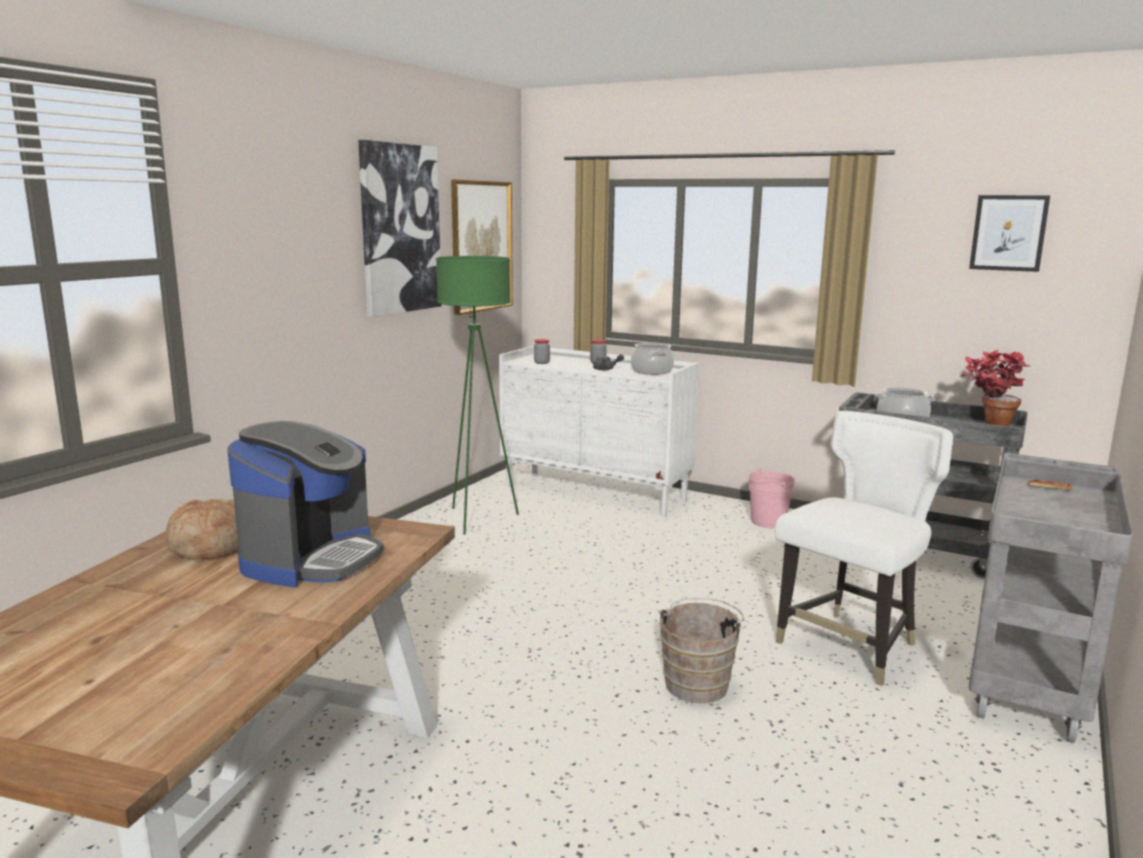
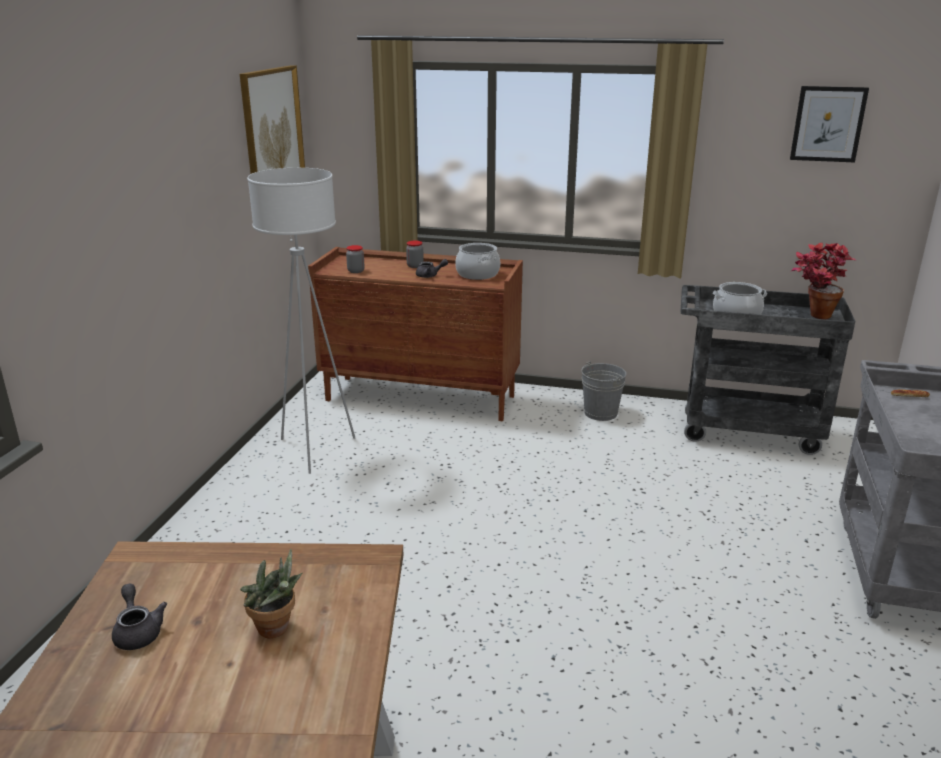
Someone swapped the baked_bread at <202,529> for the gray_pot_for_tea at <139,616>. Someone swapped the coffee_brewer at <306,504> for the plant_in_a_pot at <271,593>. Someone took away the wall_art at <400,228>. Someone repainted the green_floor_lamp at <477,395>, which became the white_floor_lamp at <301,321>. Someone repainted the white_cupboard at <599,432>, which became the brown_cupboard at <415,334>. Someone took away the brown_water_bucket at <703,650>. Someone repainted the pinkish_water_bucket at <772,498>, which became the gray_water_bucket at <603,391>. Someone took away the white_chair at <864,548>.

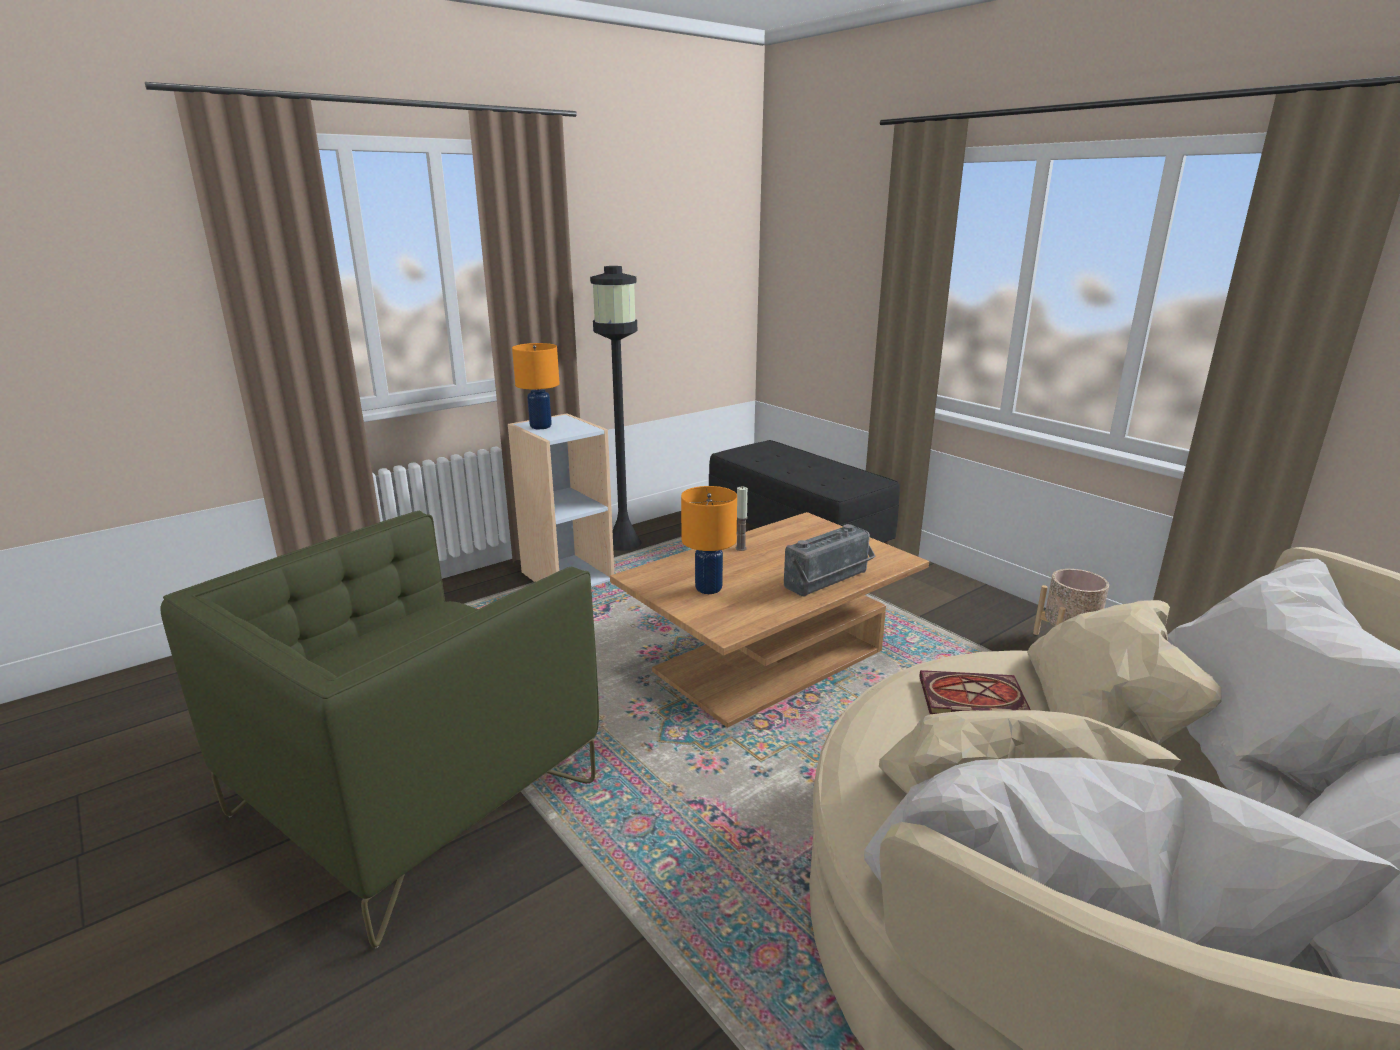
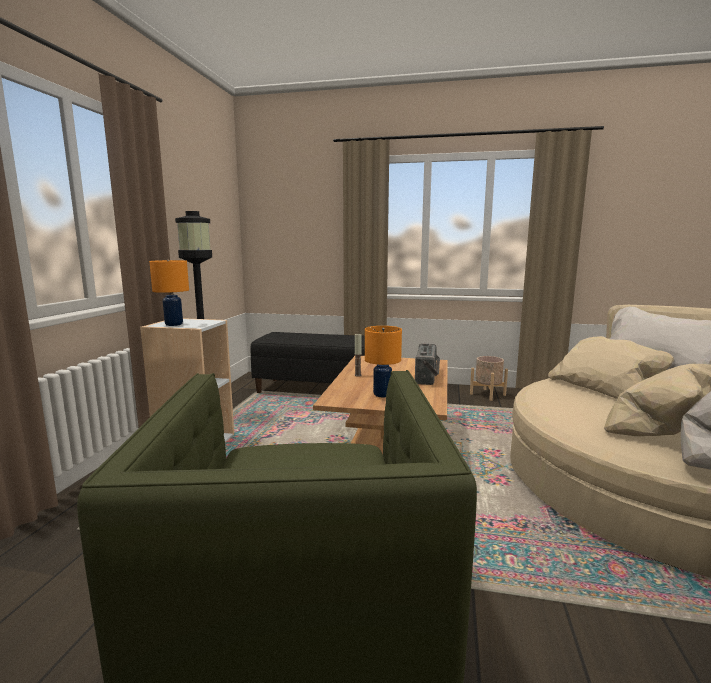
Someone took away the bound_book at <975,692>.

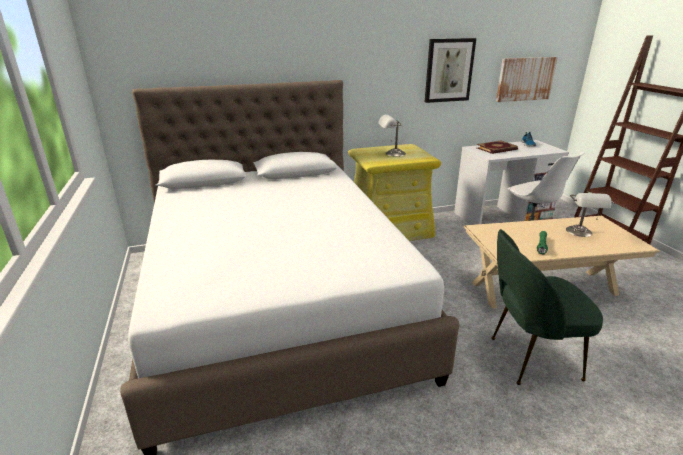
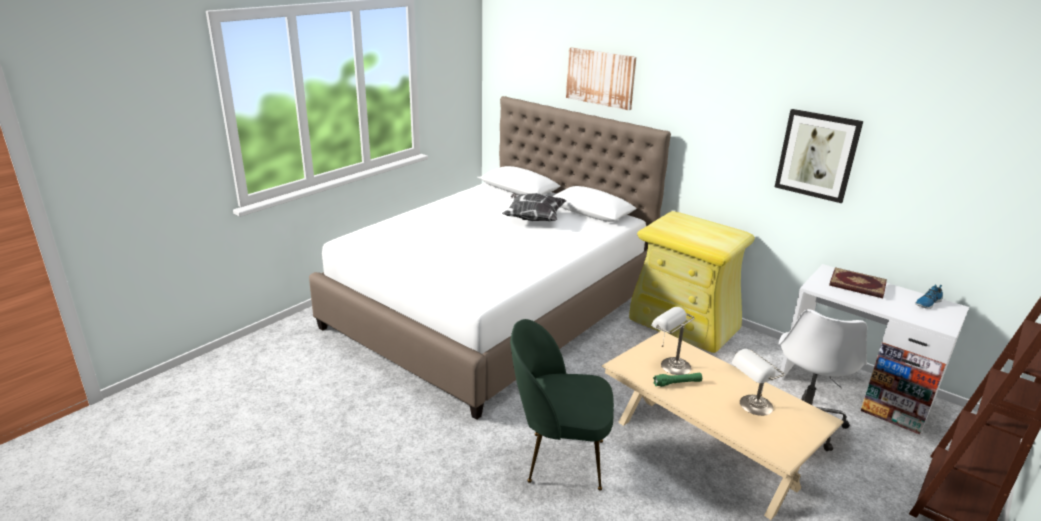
Someone carried the white_tabletop_lamp from <392,135> to <672,341>. Someone rotated the green_chair at <547,307> by 45 degrees counterclockwise. Someone carried the wall_art from <527,79> to <601,78>. Someone put down the cushion at <534,207>.

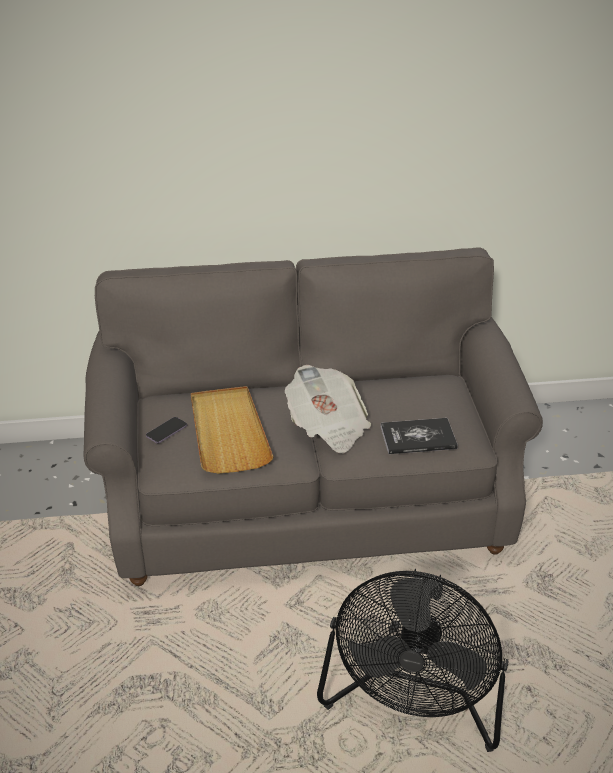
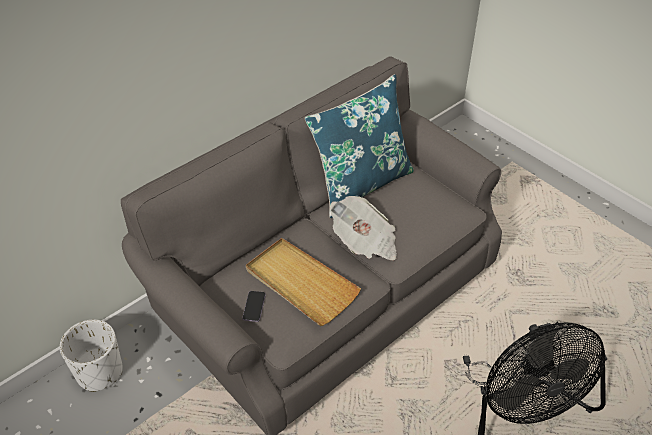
Someone took away the bound_book at <419,436>. Someone put down the white_planter at <91,356>. Someone put down the blue_cushion at <359,146>.

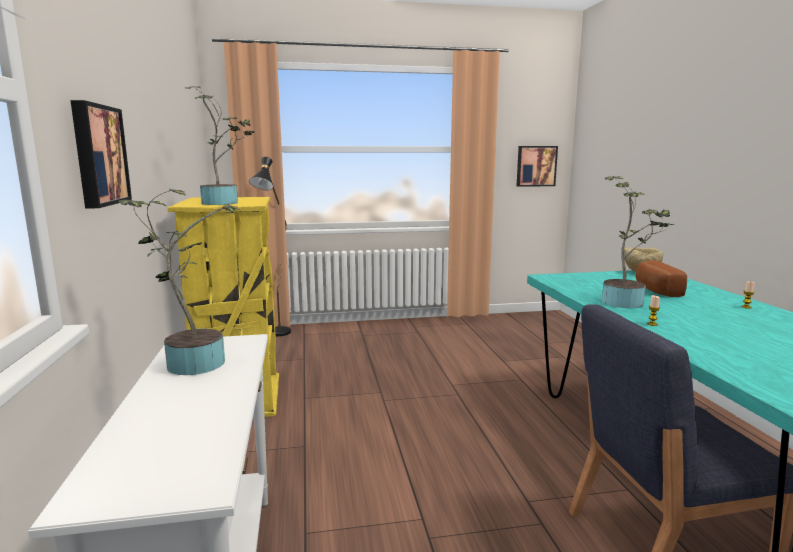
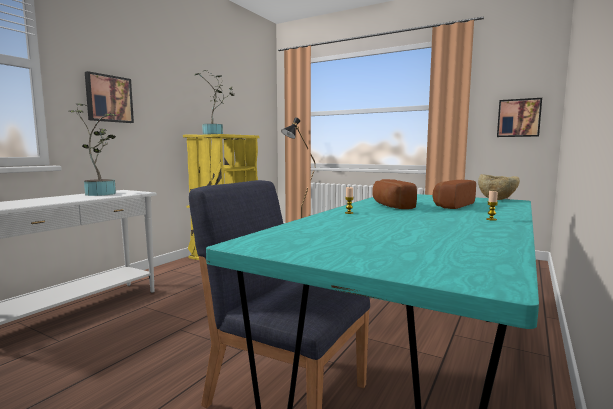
Someone swapped the plant_in_a_pot at <638,242> for the baked_bread at <394,194>.

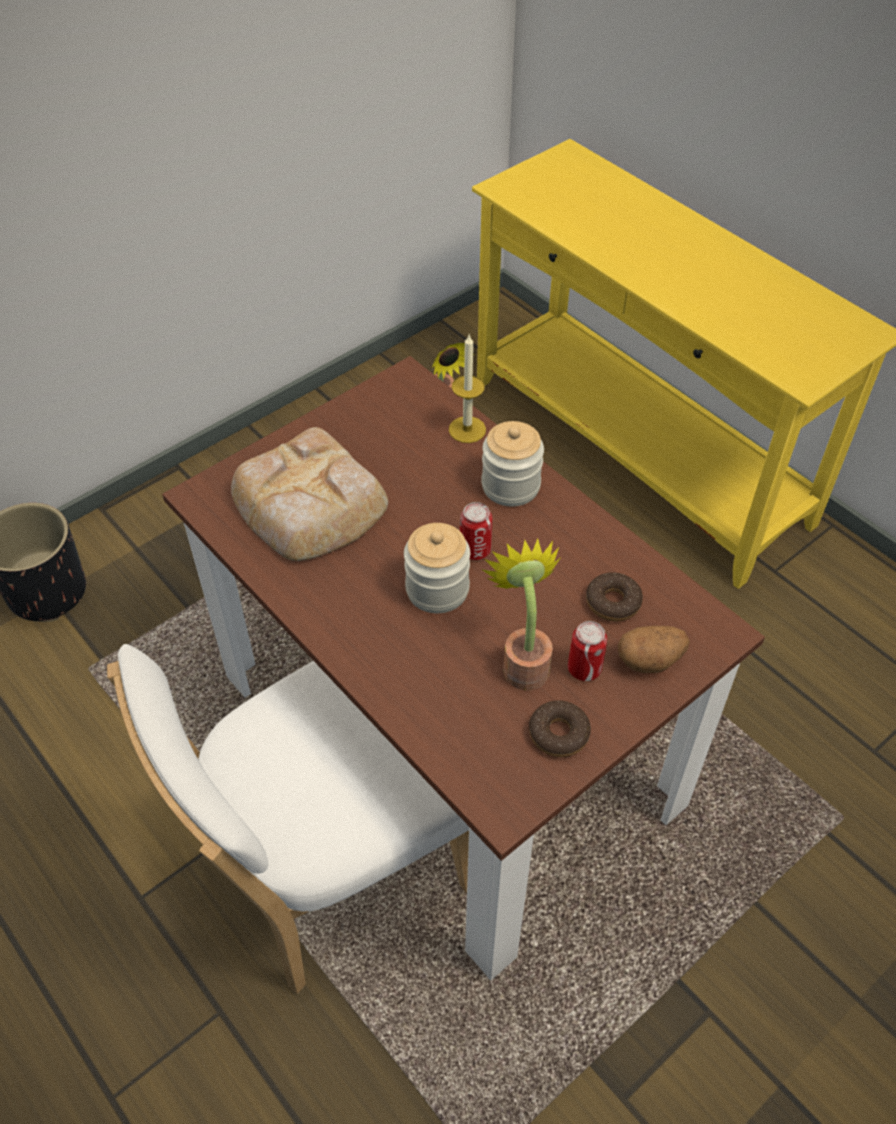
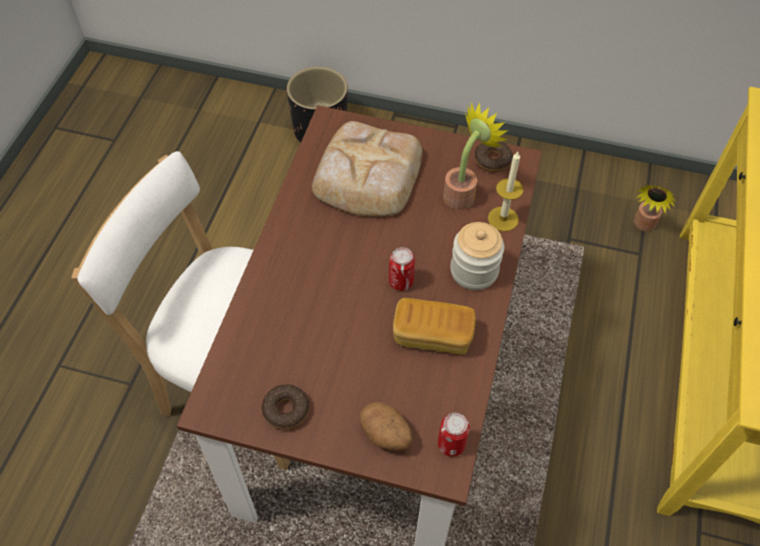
Someone took away the storage_jar at <437,568>. Someone carried the plant_in_a_pot from <521,614> to <475,156>. Someone carried the metal_can from <587,651> to <454,435>. Someone carried the donut from <614,596> to <493,156>. Someone put down the baked_bread at <434,326>.

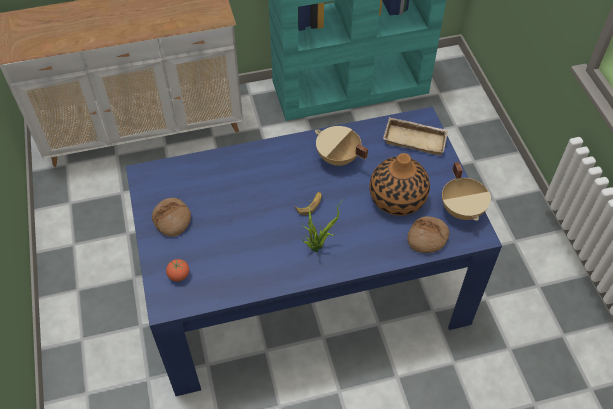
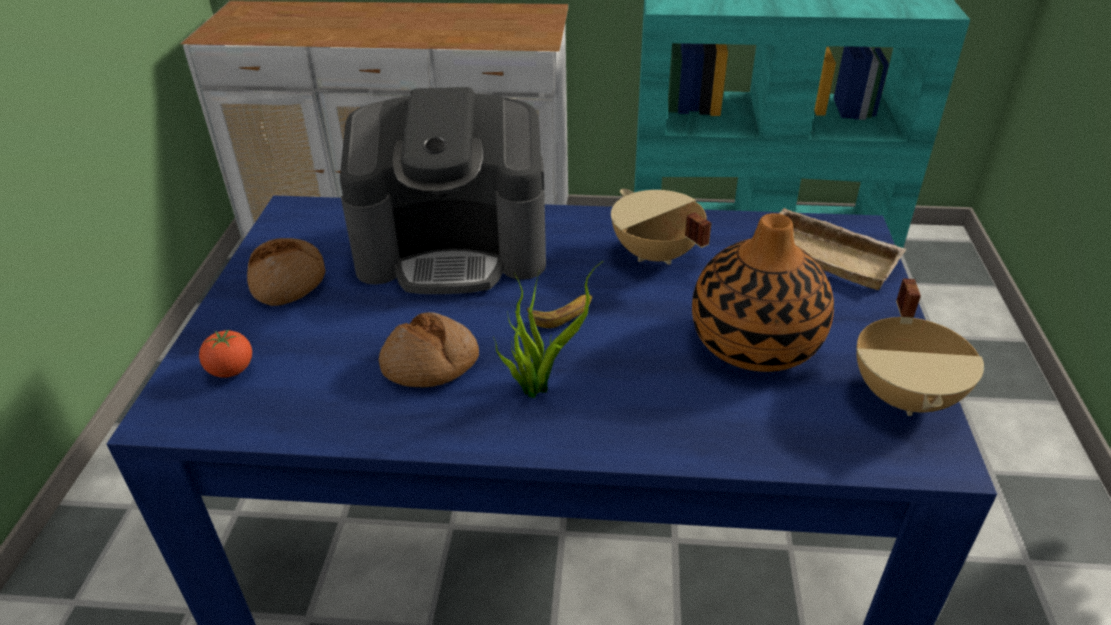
Someone carried the baked_bread from <428,234> to <429,349>. Someone put down the coffee_brewer at <443,190>.

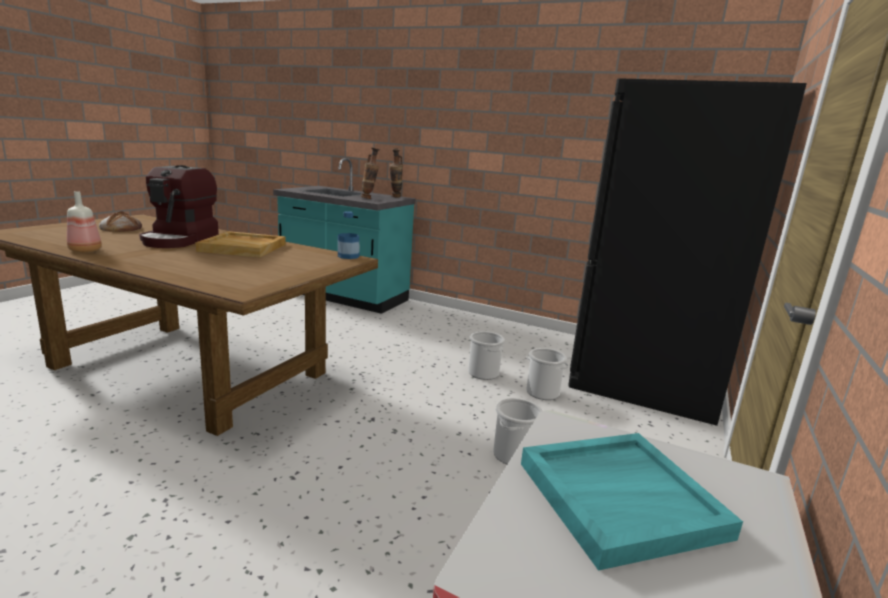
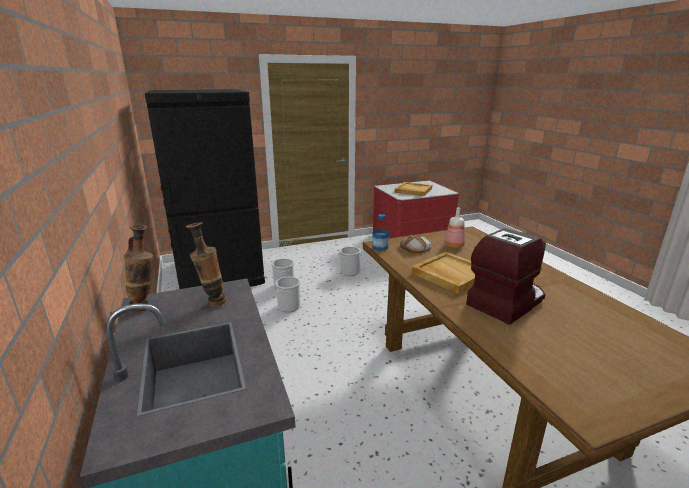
Someone carried the drink_bottle from <84,222> to <454,228>. Someone carried the baked_bread from <120,221> to <415,243>. Someone repainted the blue-green_carrying_tray at <632,502>, which became the sand-coloured_carrying_tray at <413,189>.

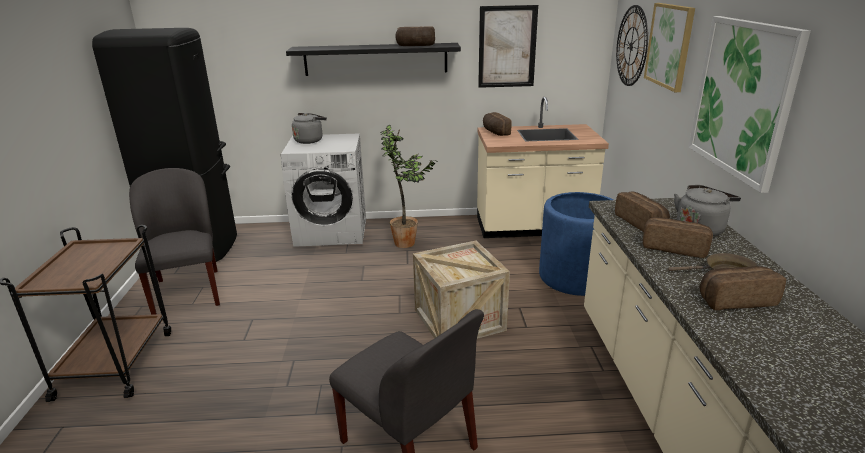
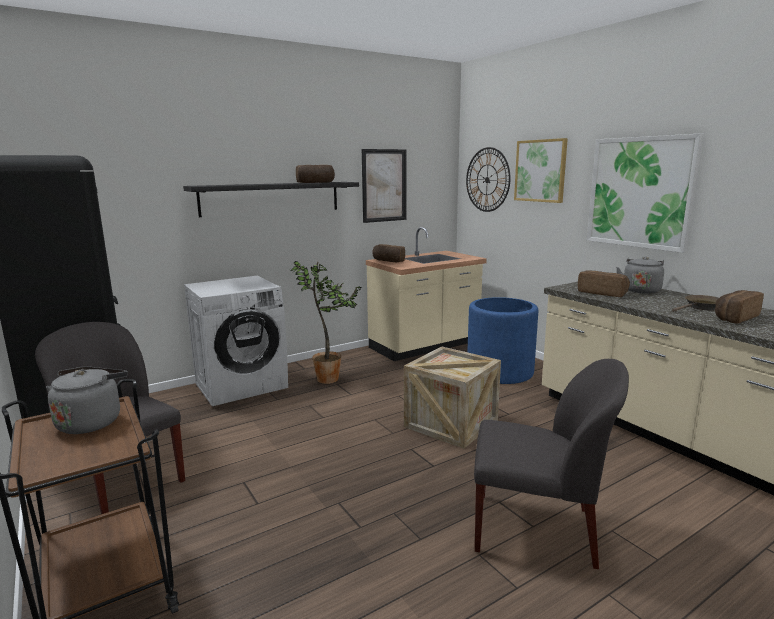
Someone carried the gray_water_kettle from <309,128> to <87,400>. Someone took away the baked_bread at <678,237>.

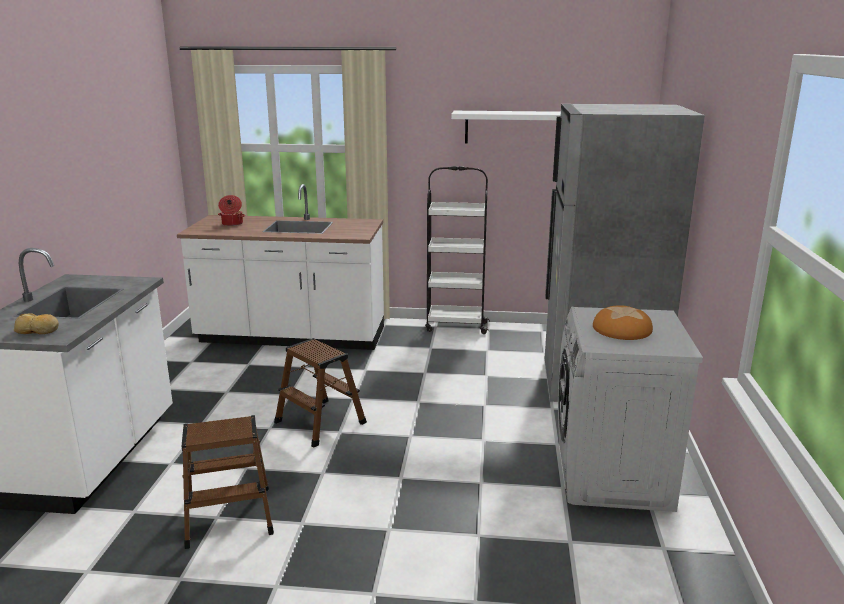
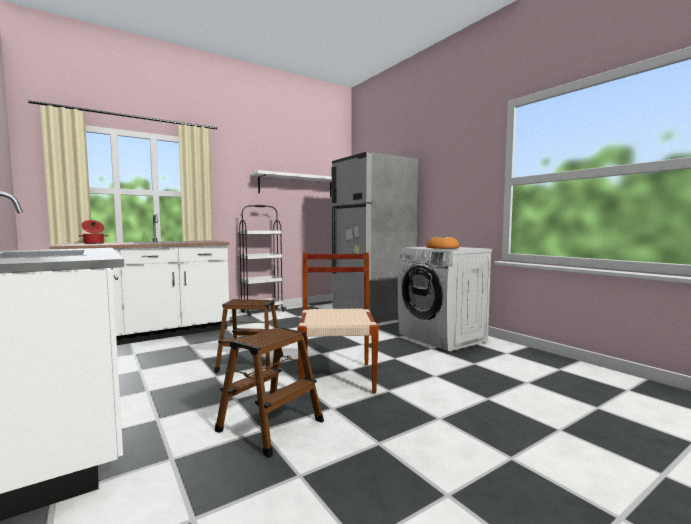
Someone took away the baked_bread at <36,323>. Someone put down the chair at <338,323>.

